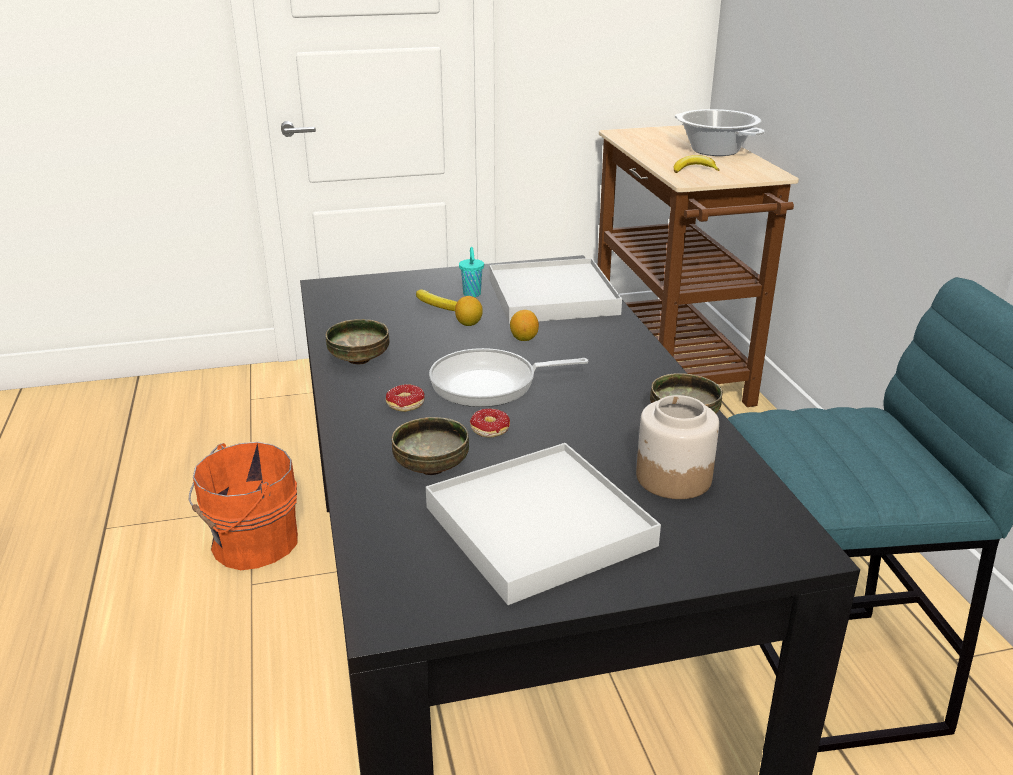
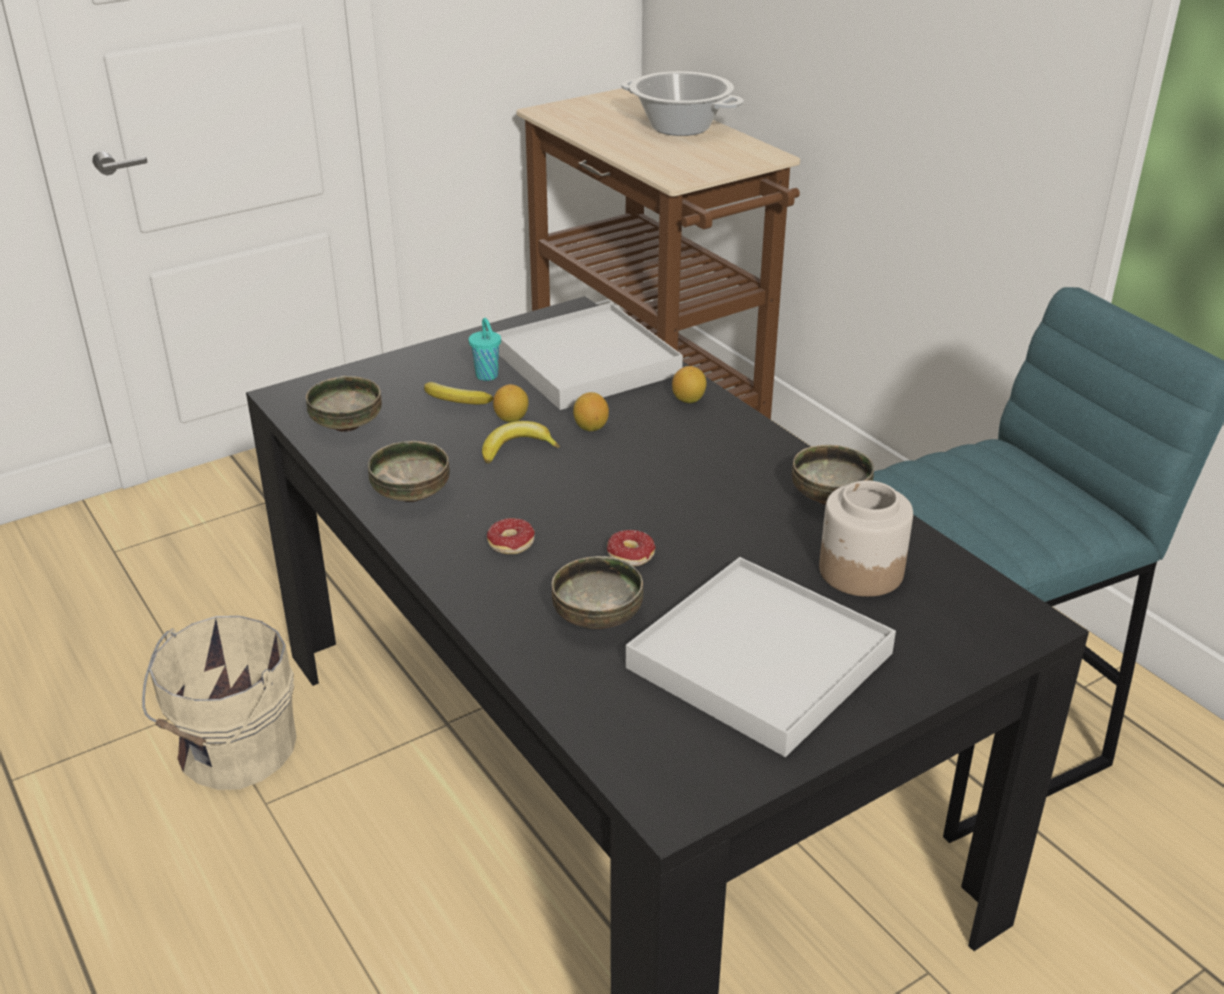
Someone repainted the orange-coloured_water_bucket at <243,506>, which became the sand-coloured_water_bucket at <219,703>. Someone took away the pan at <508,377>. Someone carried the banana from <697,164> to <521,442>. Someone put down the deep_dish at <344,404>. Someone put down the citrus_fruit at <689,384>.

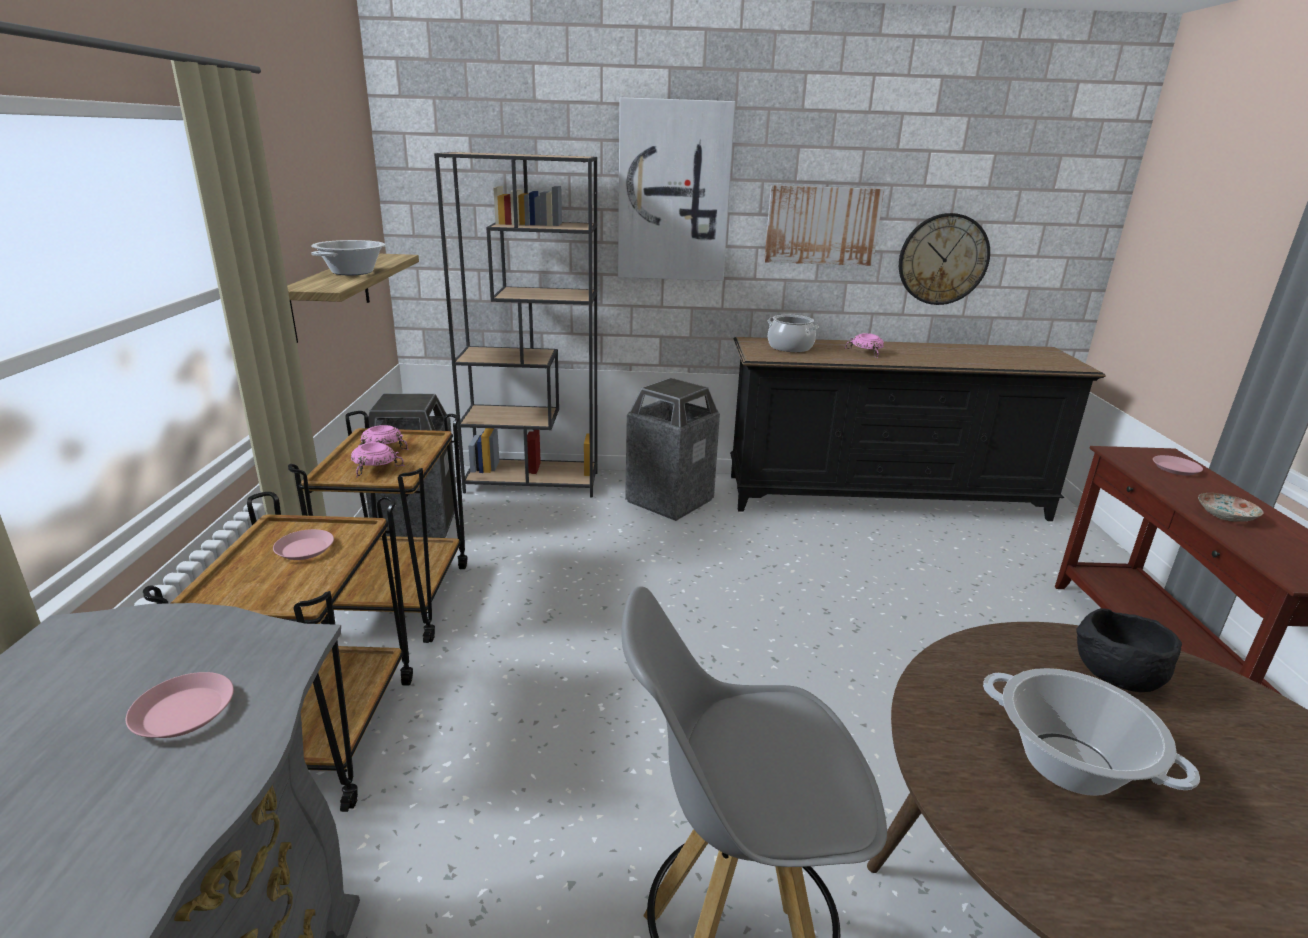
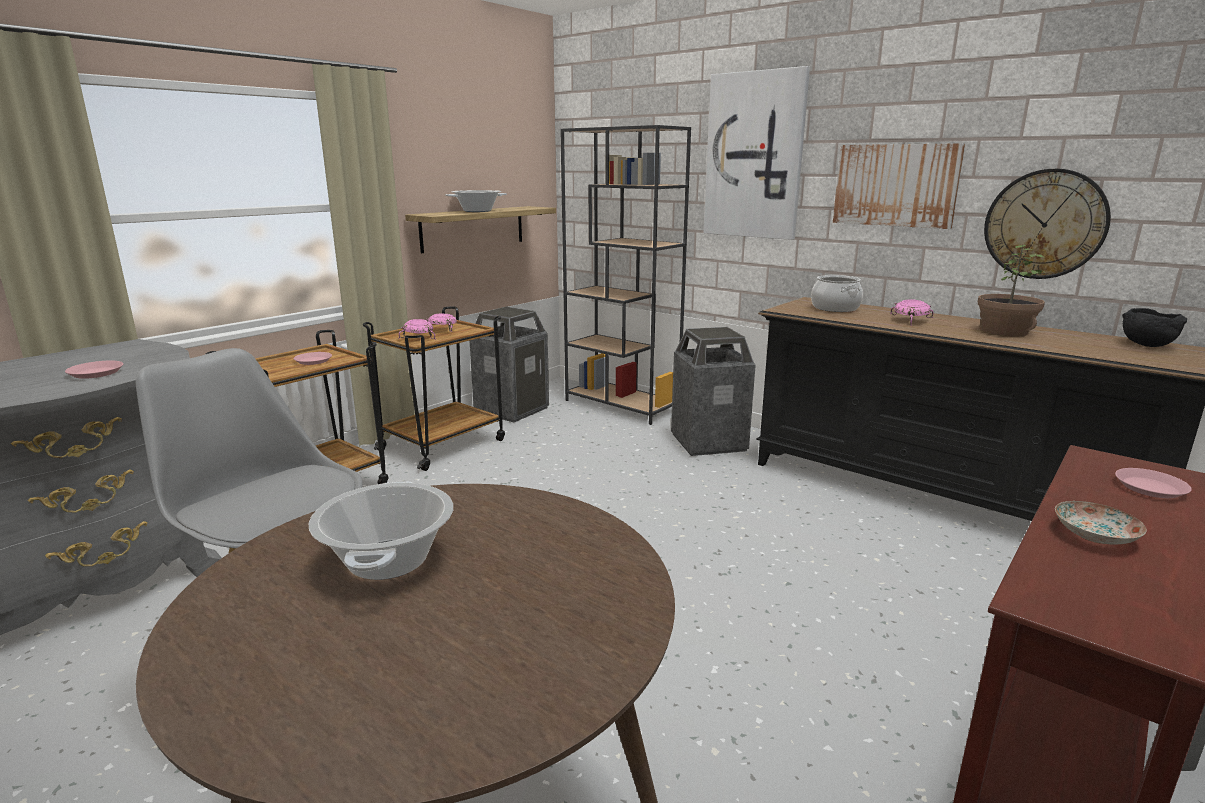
Someone carried the blackish_deep_dish from <1129,650> to <1154,327>. Someone put down the plant_in_a_pot at <1012,291>.

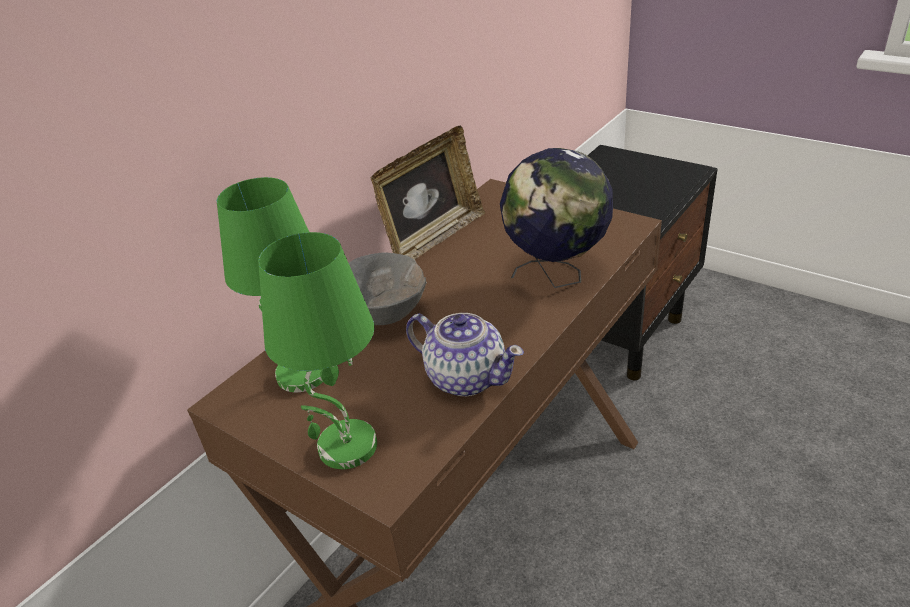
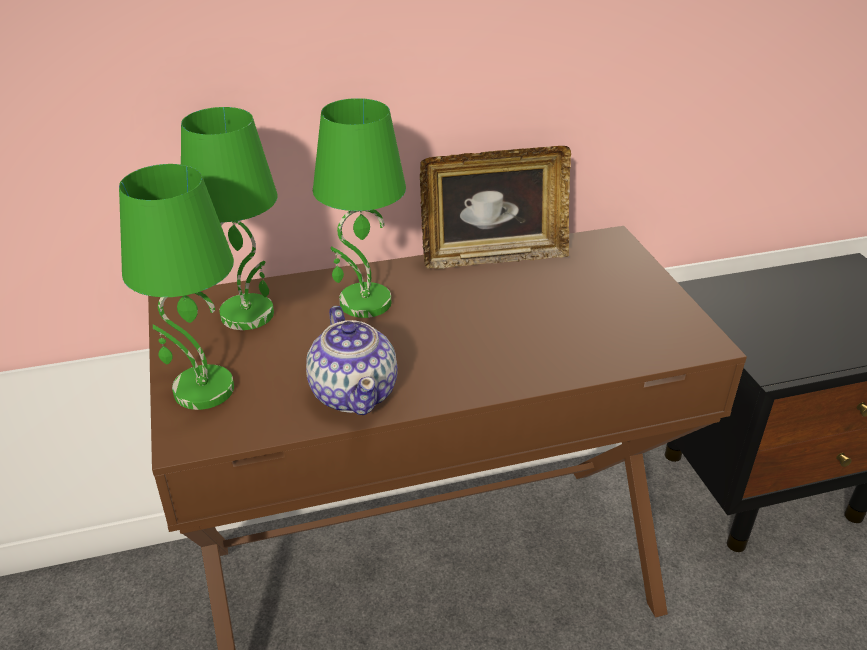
Someone swapped the gray_deep_dish at <388,288> for the green_tabletop_lamp at <359,208>. Someone took away the globe at <556,218>.

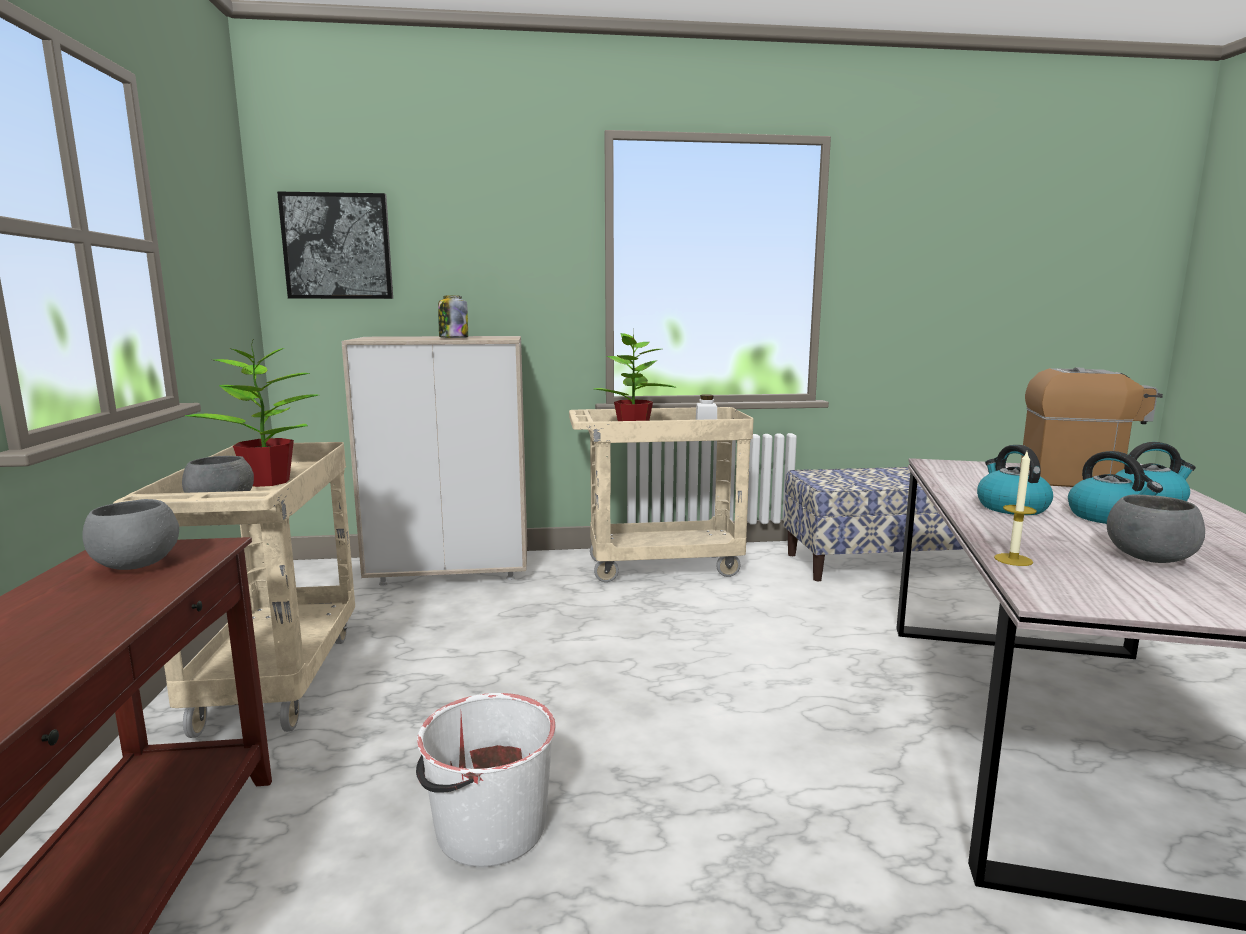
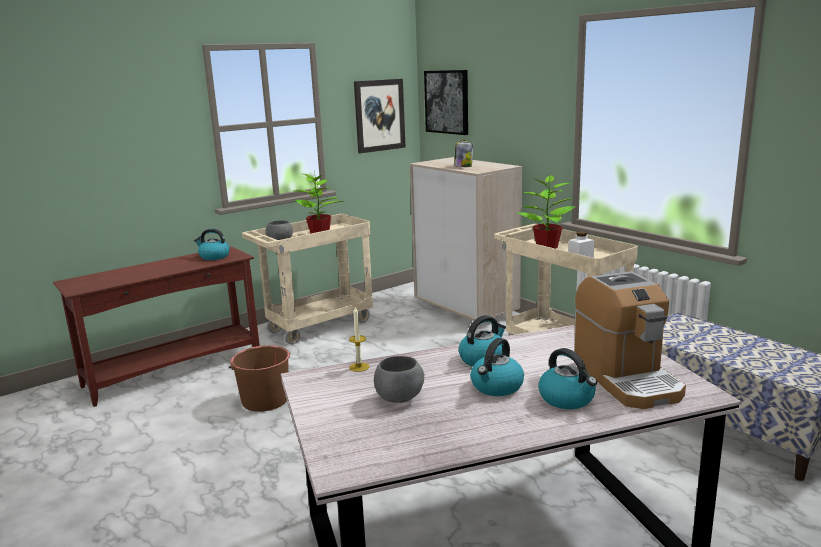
Someone swapped the gray_deep_dish at <130,534> for the water_kettle at <212,244>. Someone repainted the white_water_bucket at <486,780>, which became the brown_water_bucket at <259,378>. Someone put up the wall_art at <380,116>.

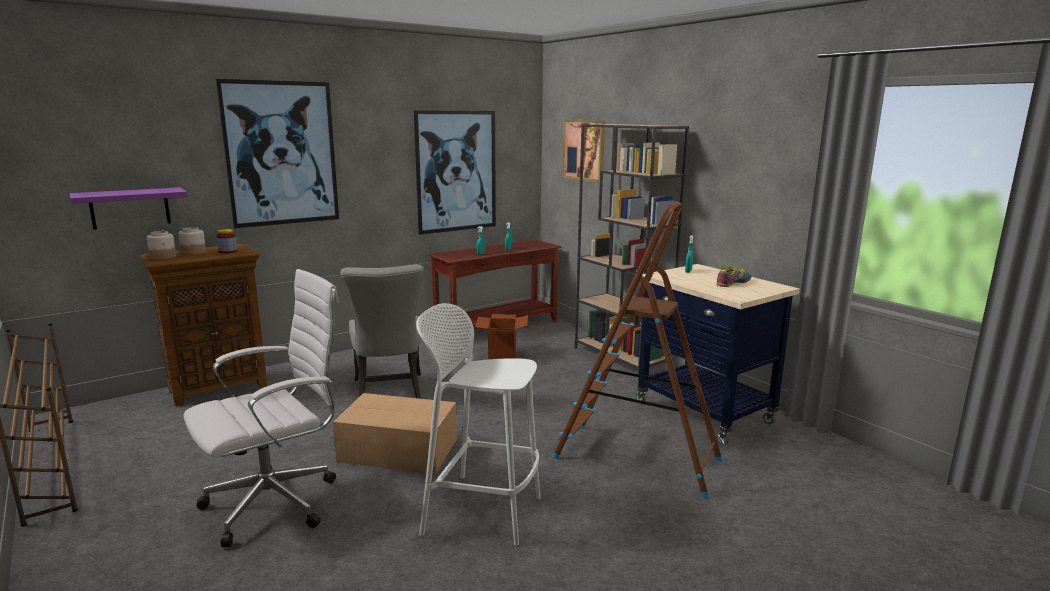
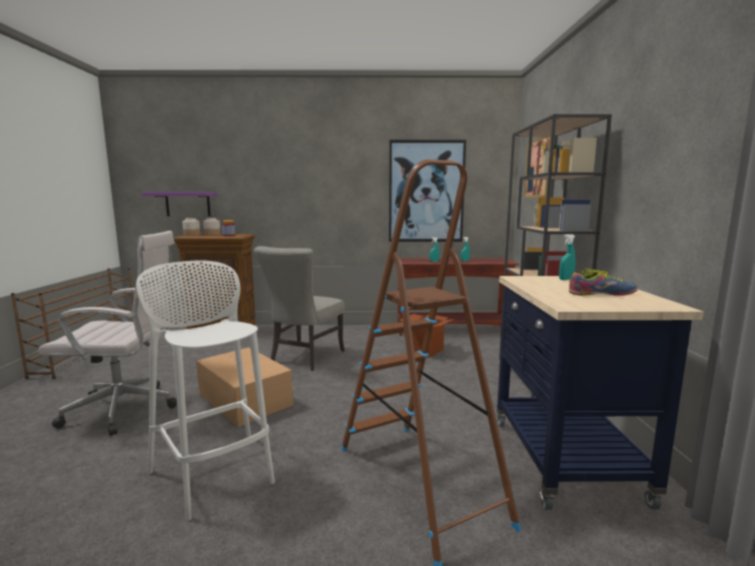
Someone took away the wall_art at <277,153>.

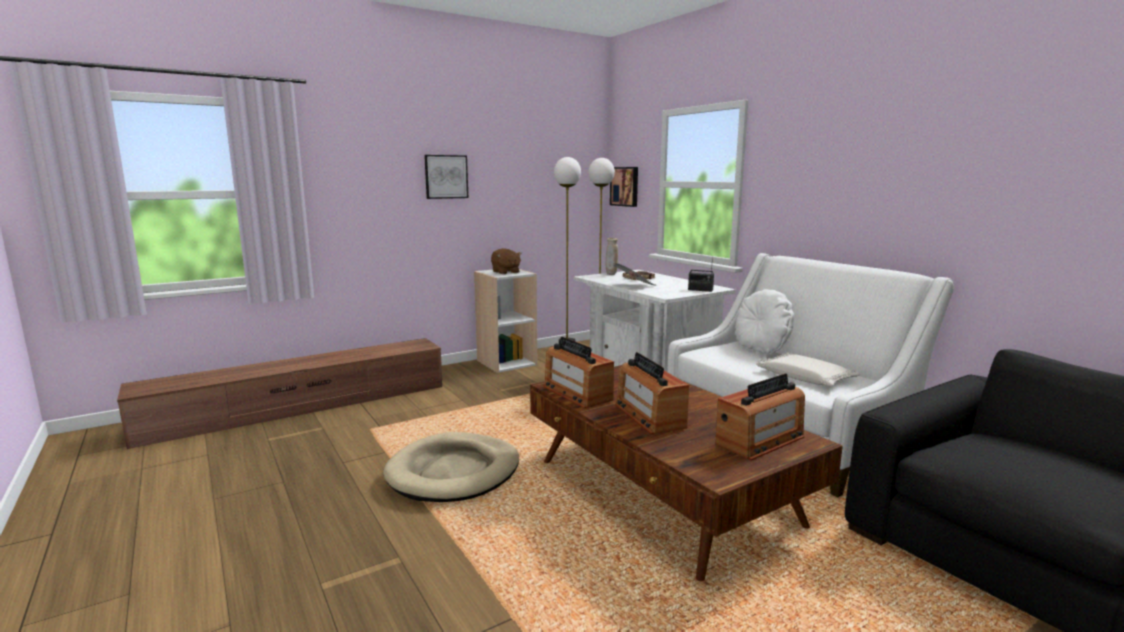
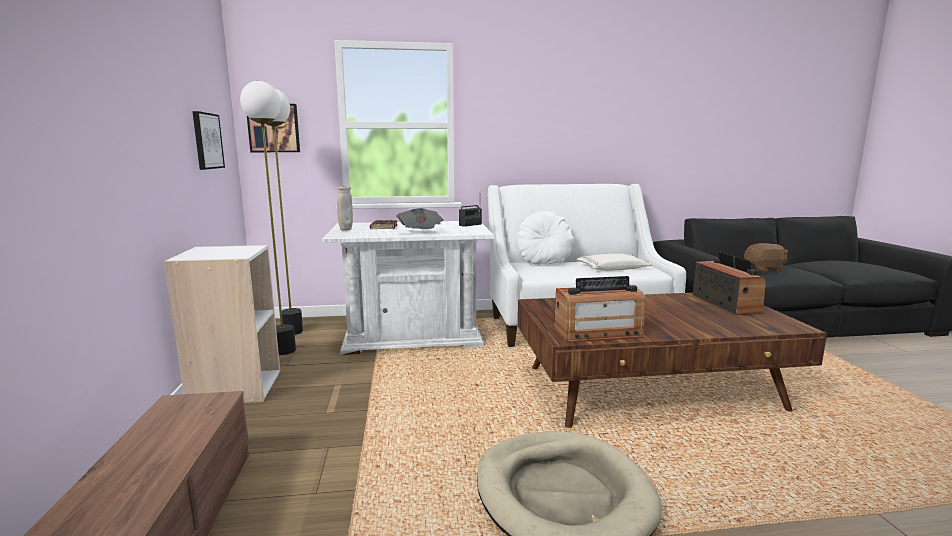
Someone carried the wall_art from <446,177> to <208,140>. Someone carried the brown_cuddly_toy from <506,261> to <766,258>. Someone took away the radio_receiver at <652,393>.

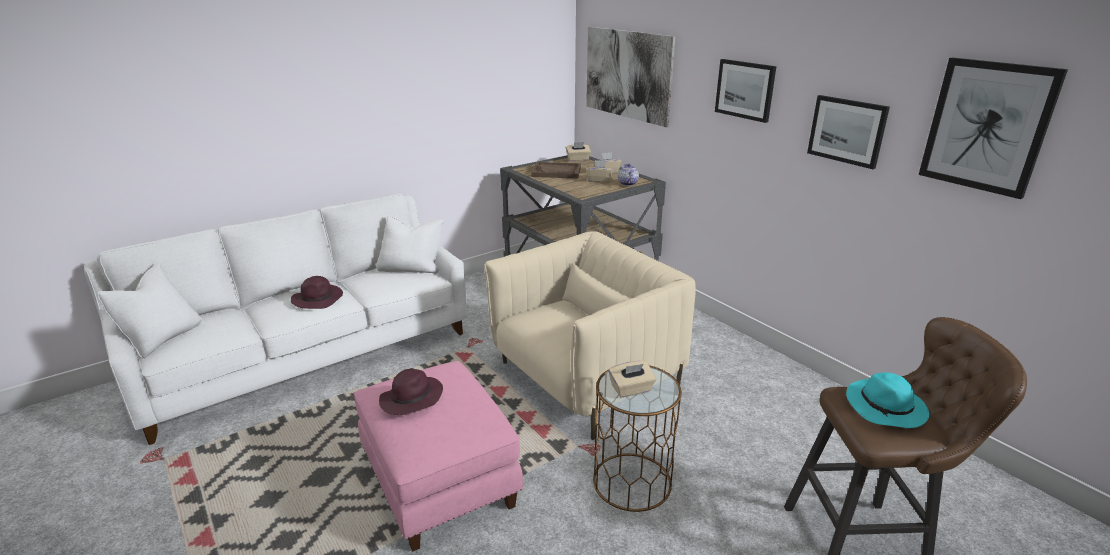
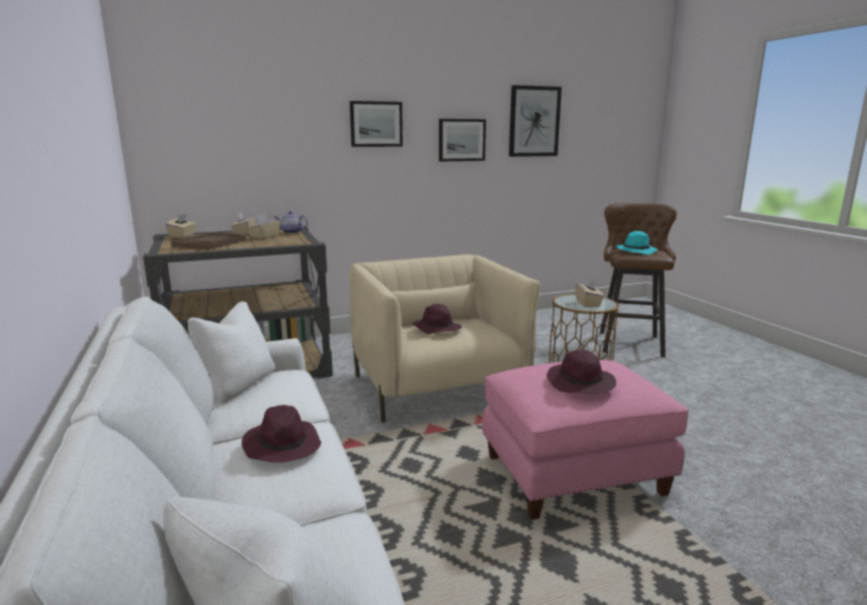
Someone took away the wall_art at <631,77>. Someone put down the purplish_clothing_hat at <437,319>.

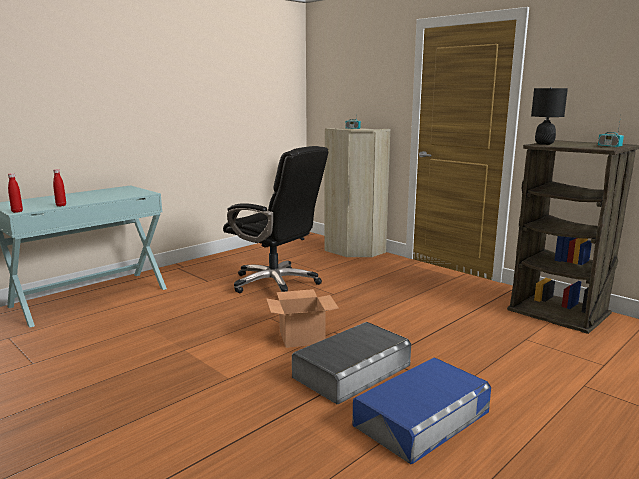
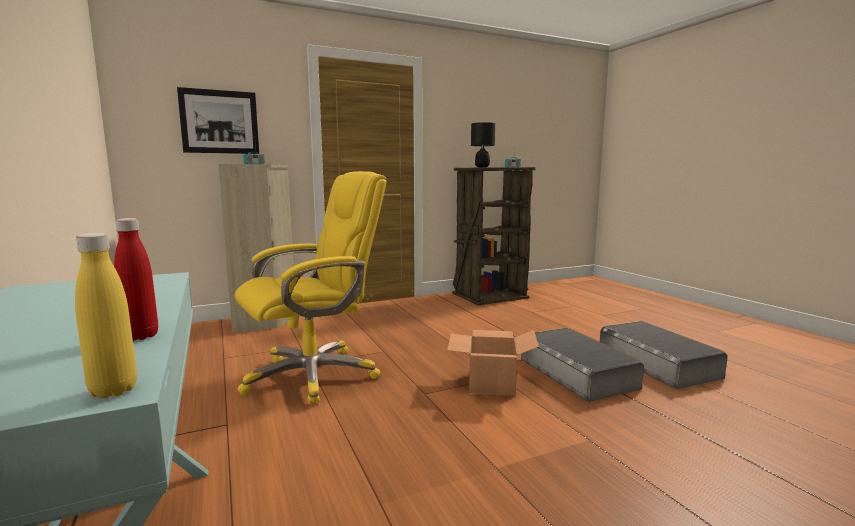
Someone repainted the reddish_drink_bottle at <15,193>, which became the yellowish_drink_bottle at <106,316>. Someone repainted the blackish_desk_chair at <275,219>, which became the yellowish_desk_chair at <311,288>. Someone repainted the blue_storage_container at <421,410>, which became the gray_storage_container at <664,355>. Someone put up the wall_art at <218,120>.

